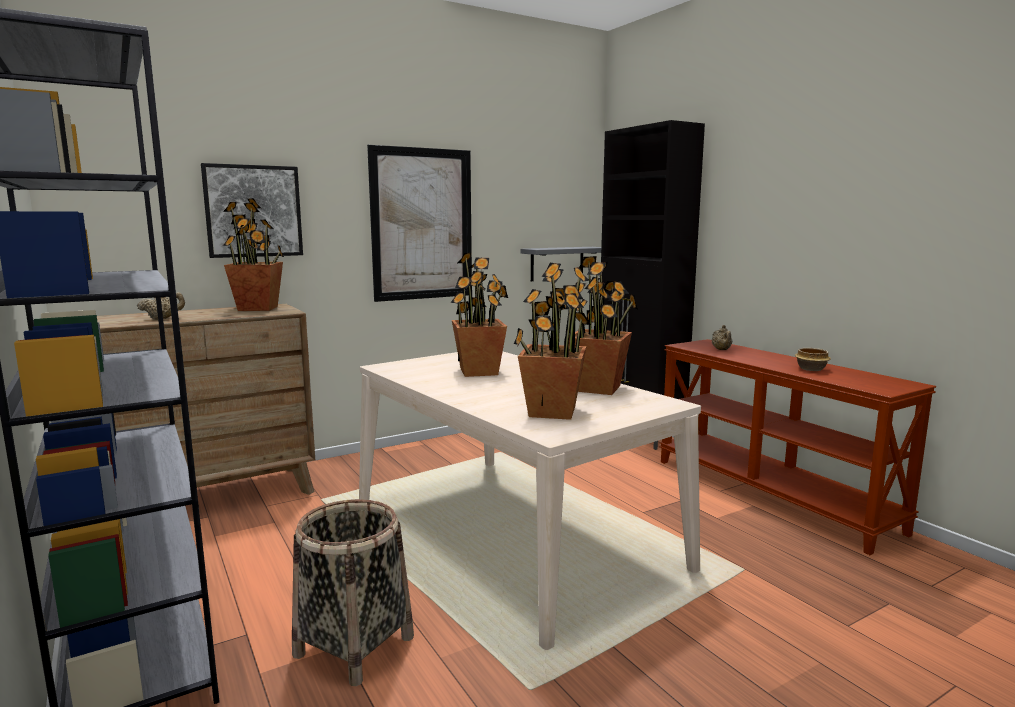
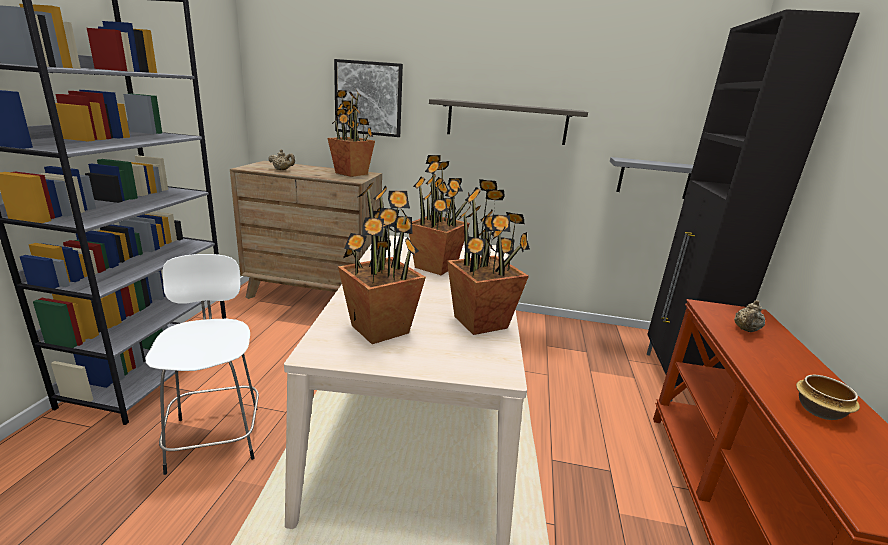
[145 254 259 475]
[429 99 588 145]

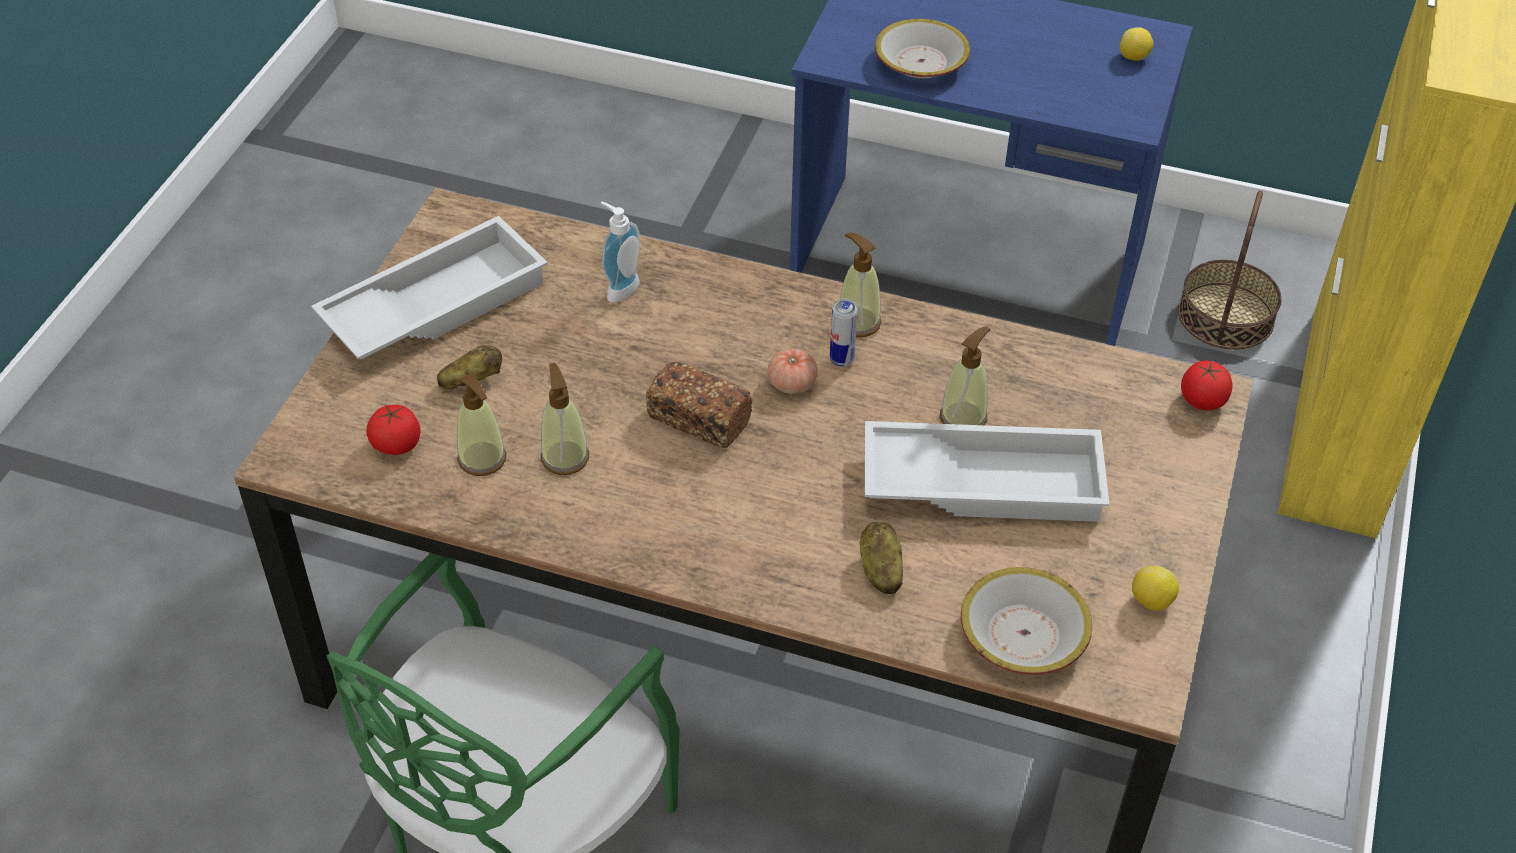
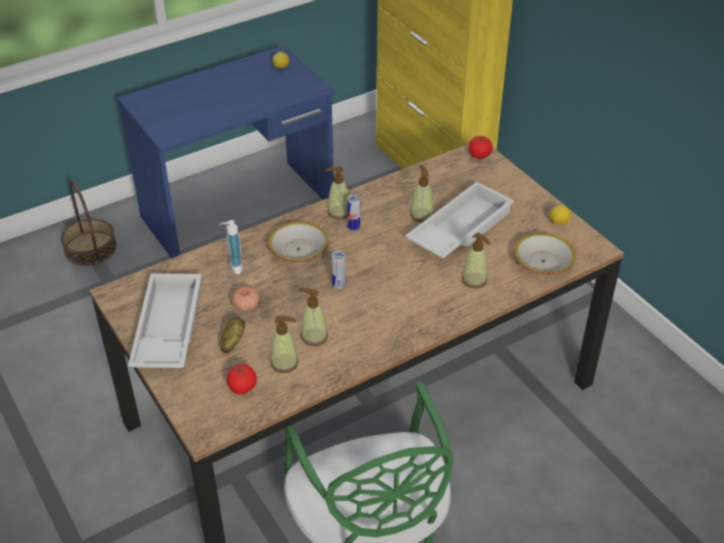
[61 180 117 266]
[232 286 260 311]
[268 222 329 262]
[331 251 346 289]
[462 233 490 289]

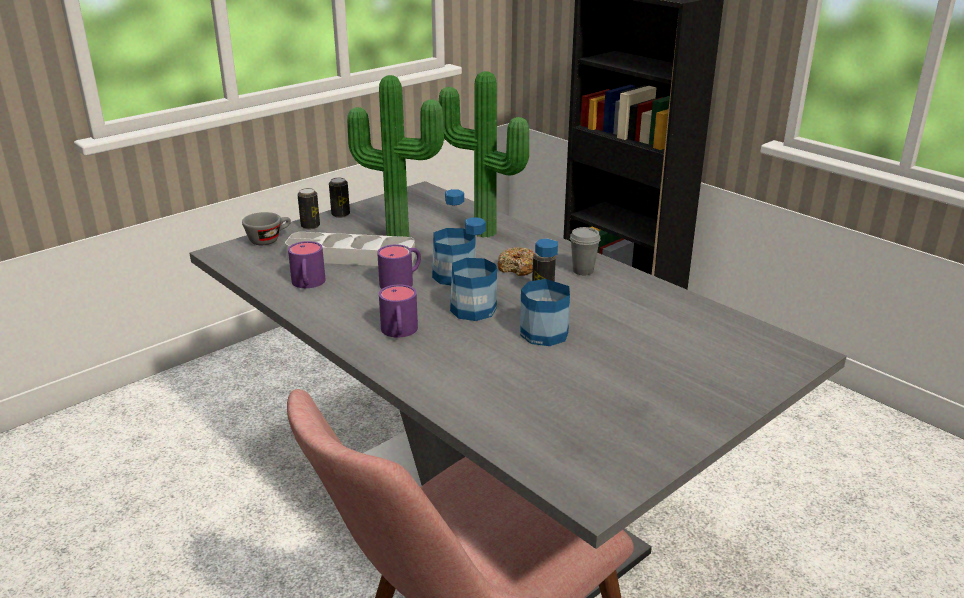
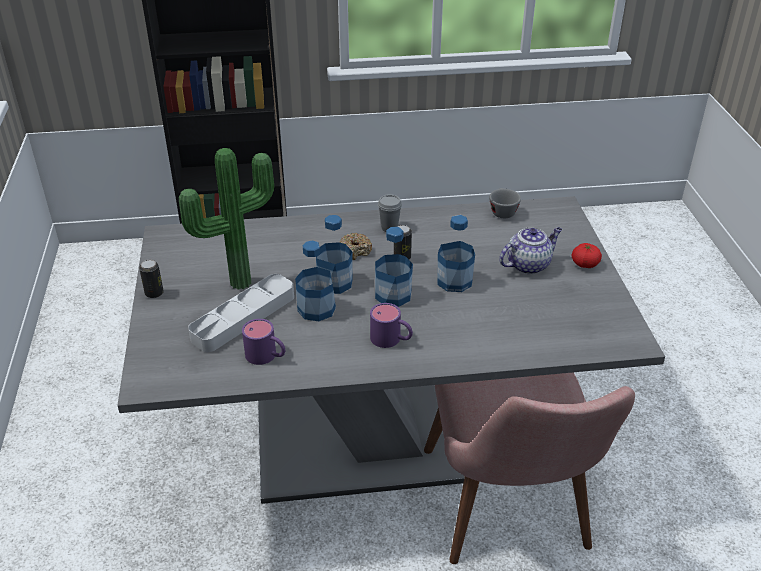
[295 241 336 321]
[489 188 521 218]
[499 227 562 274]
[572 243 602 268]
[297 188 320 229] (first image)
[439 71 529 238] (first image)

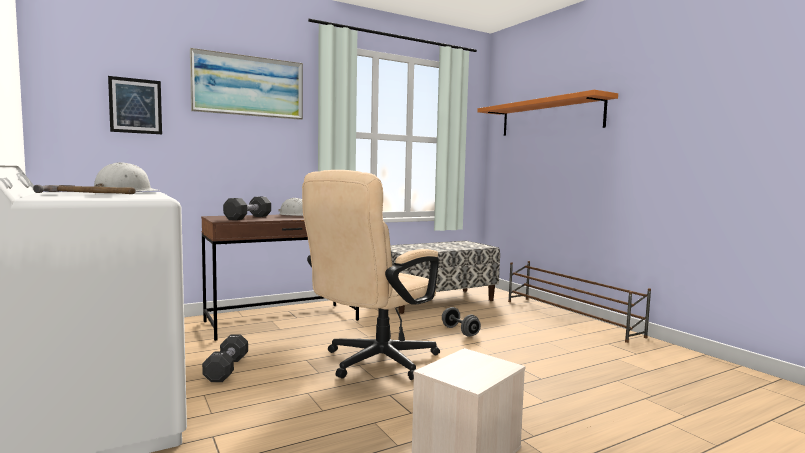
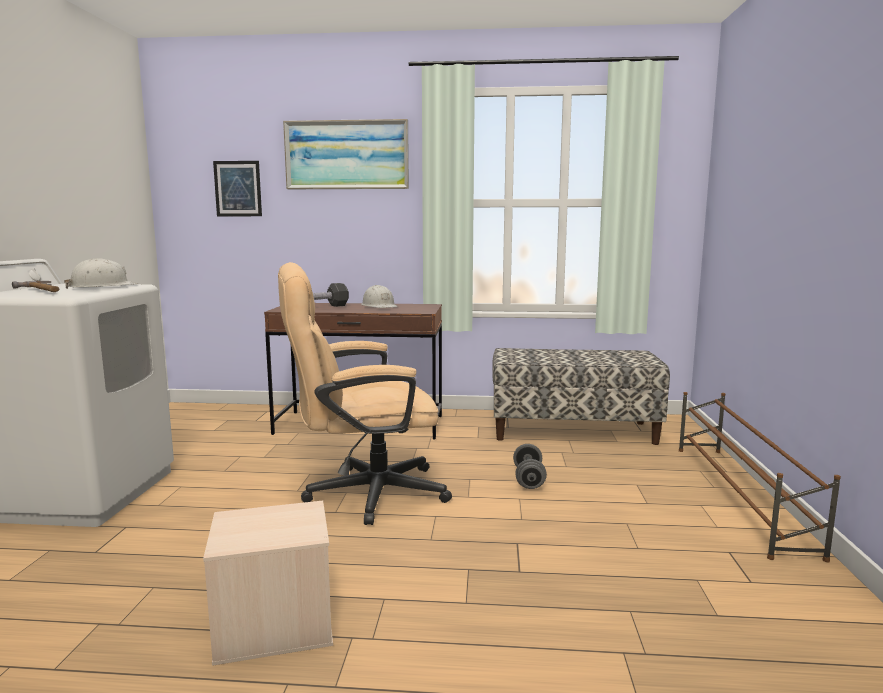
[202 334 248 382] (first image)
[477 90 618 136] (first image)

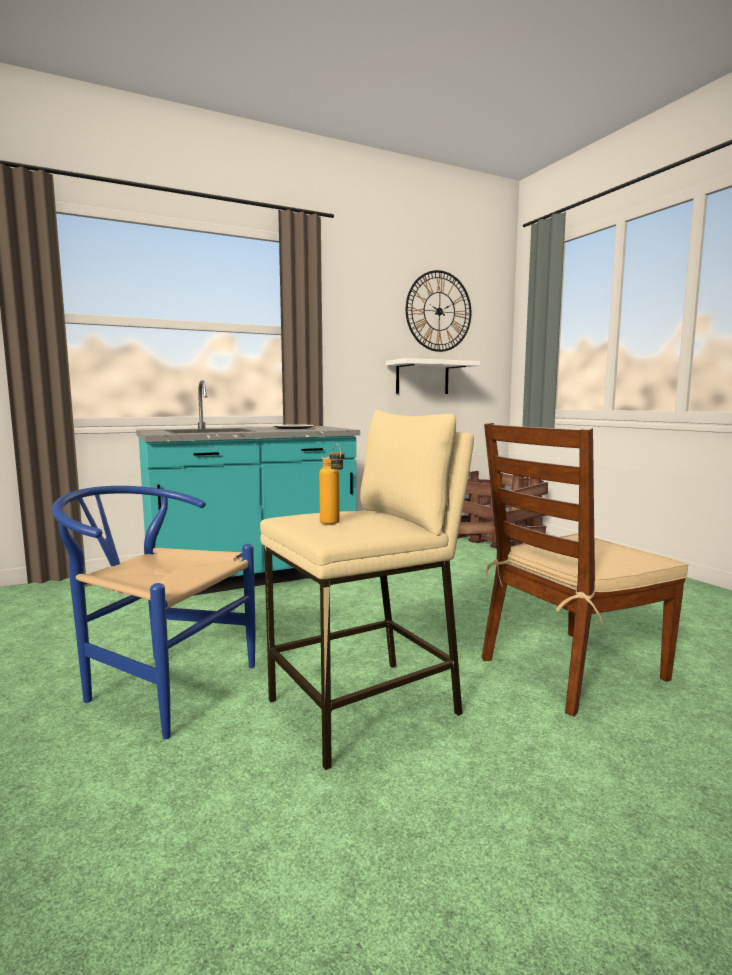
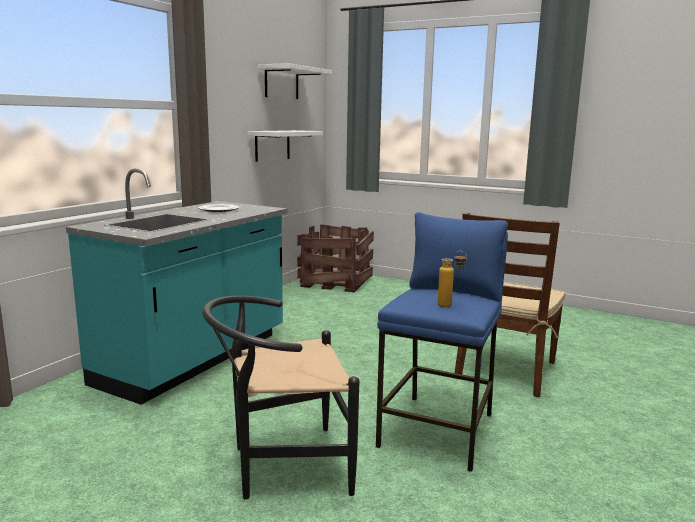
[202 296 359 499]
[258 63 332 99]
[376 212 508 472]

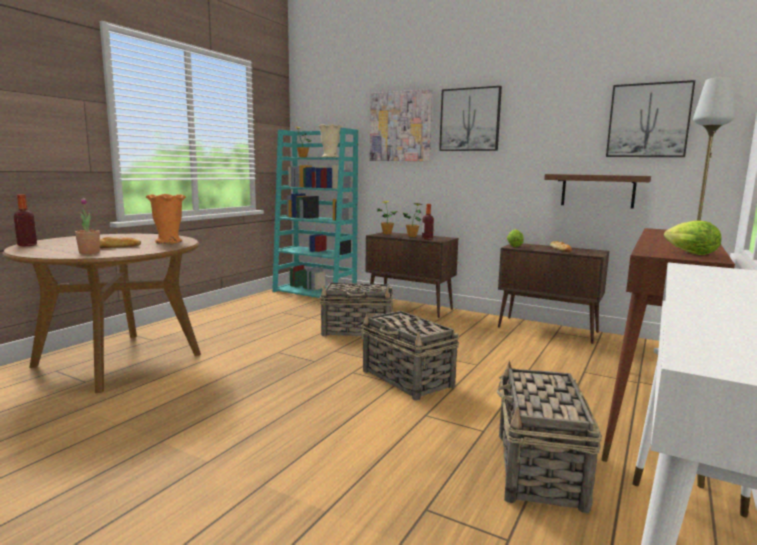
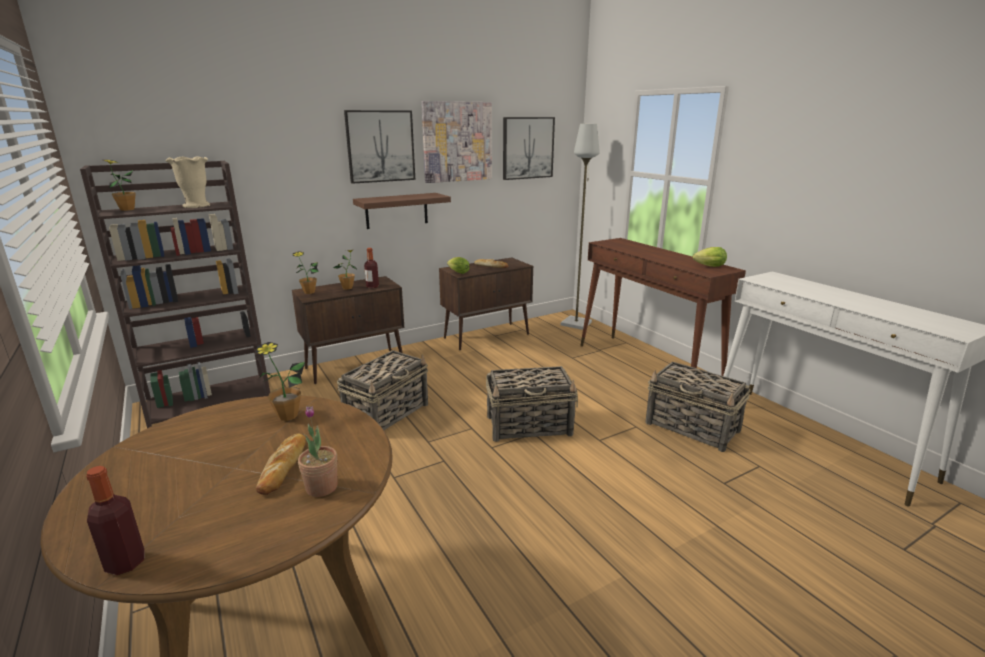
[80 161 270 428]
[255 342 305 421]
[353 193 451 229]
[421 101 492 183]

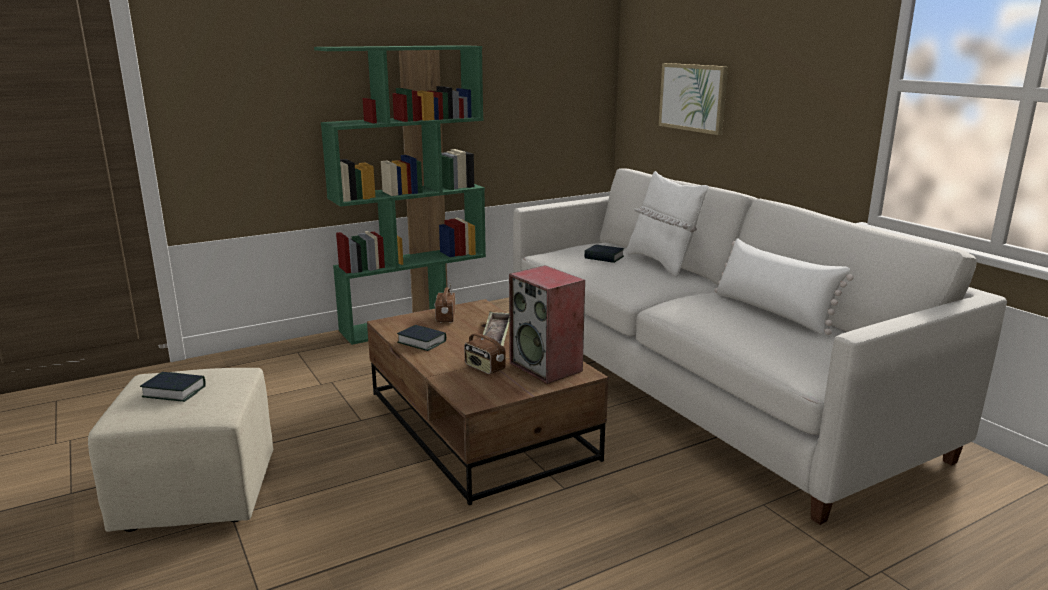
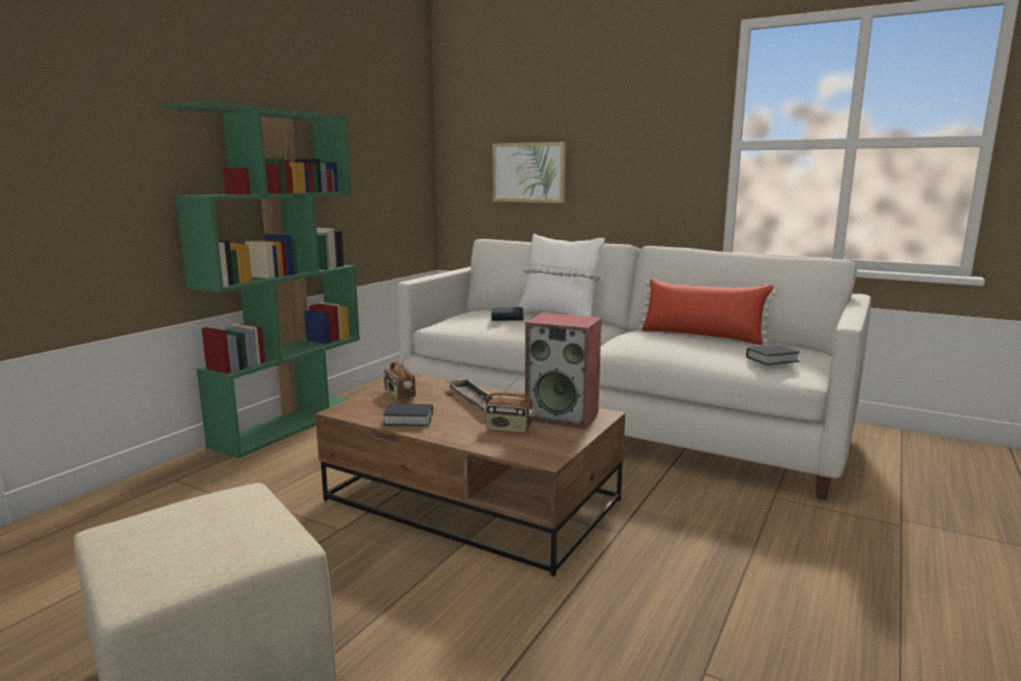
[638 278 777 345]
[746 345 800 365]

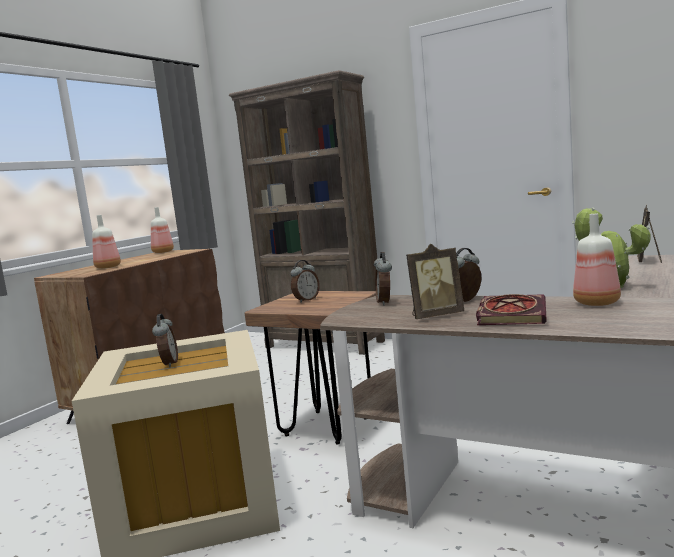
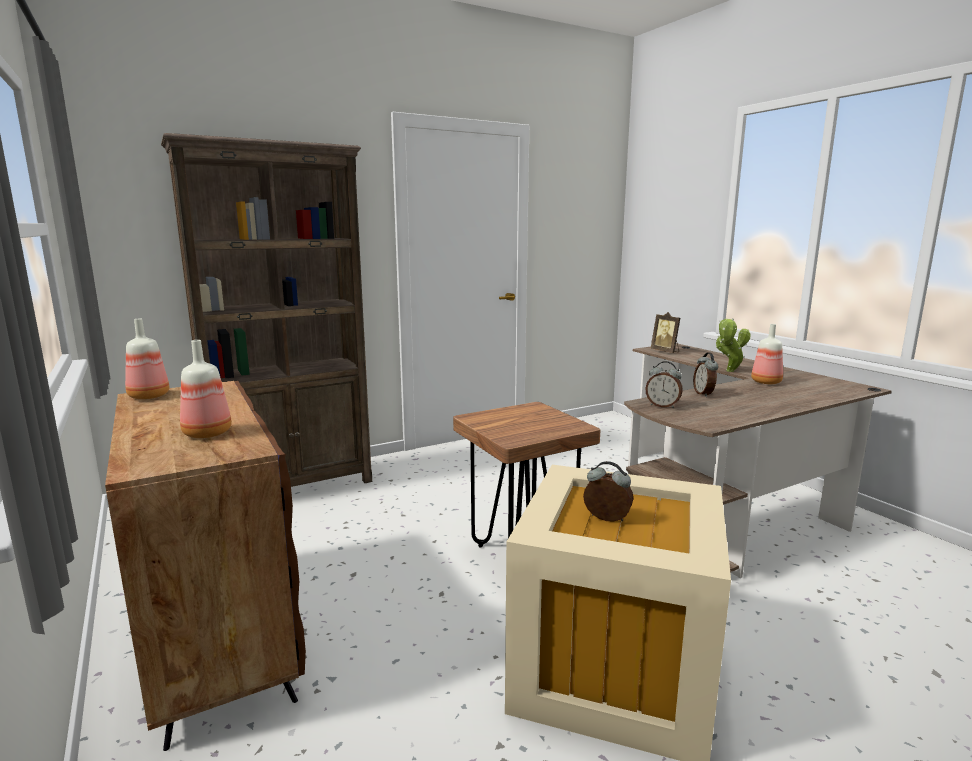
[291 260 320 303] (first image)
[406 244 464 319] (first image)
[476 294 547 325] (first image)

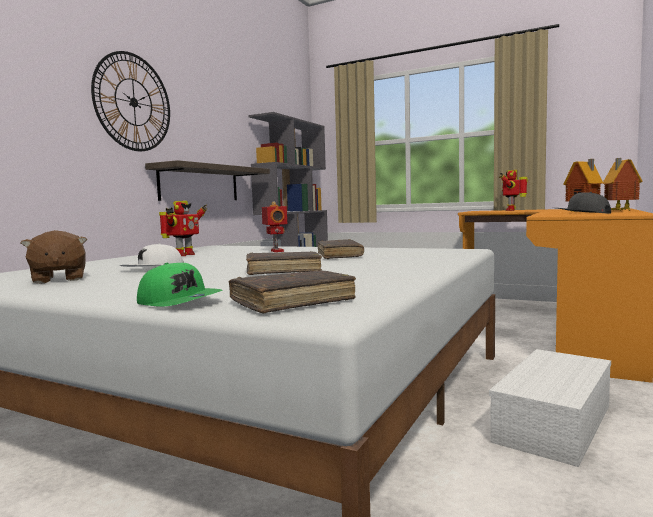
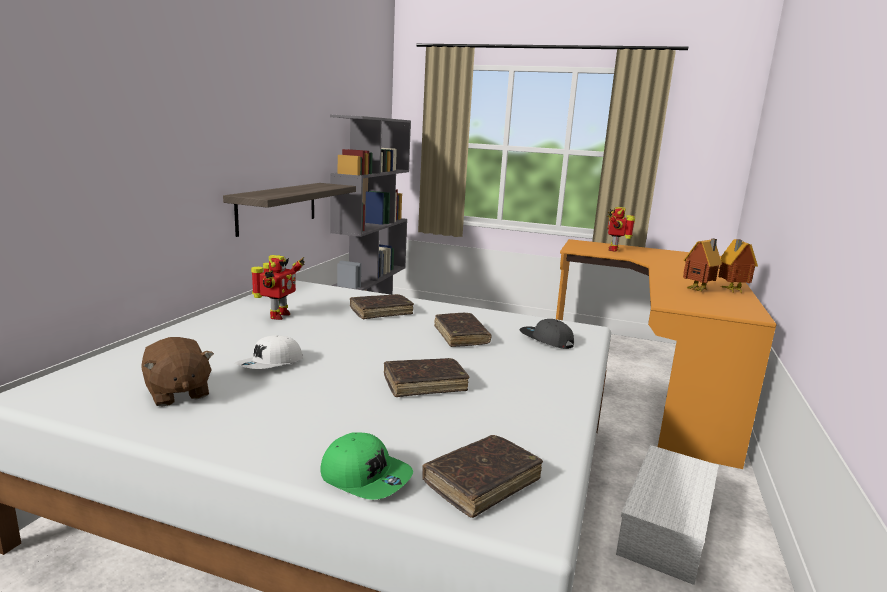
[350 294 414 319]
[519 319 574 349]
[91 51 170 151] (first image)

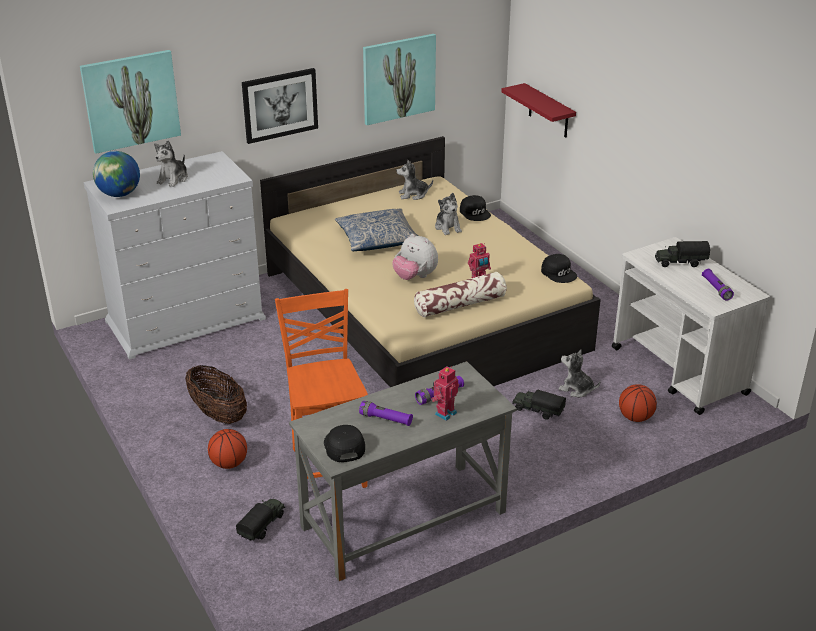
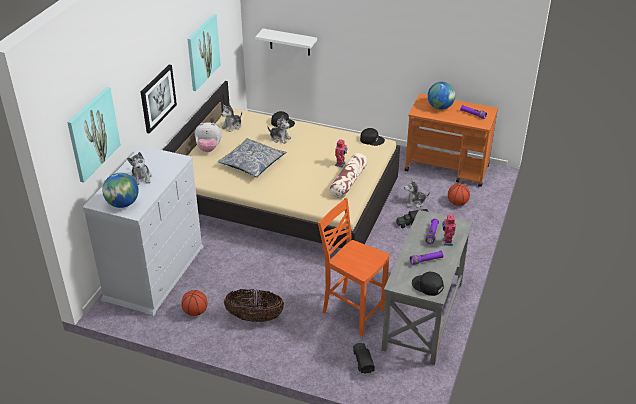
[181 290 207 316]
[195 122 222 152]
[255 28 317 56]
[405 94 498 187]
[428 82 456 110]

